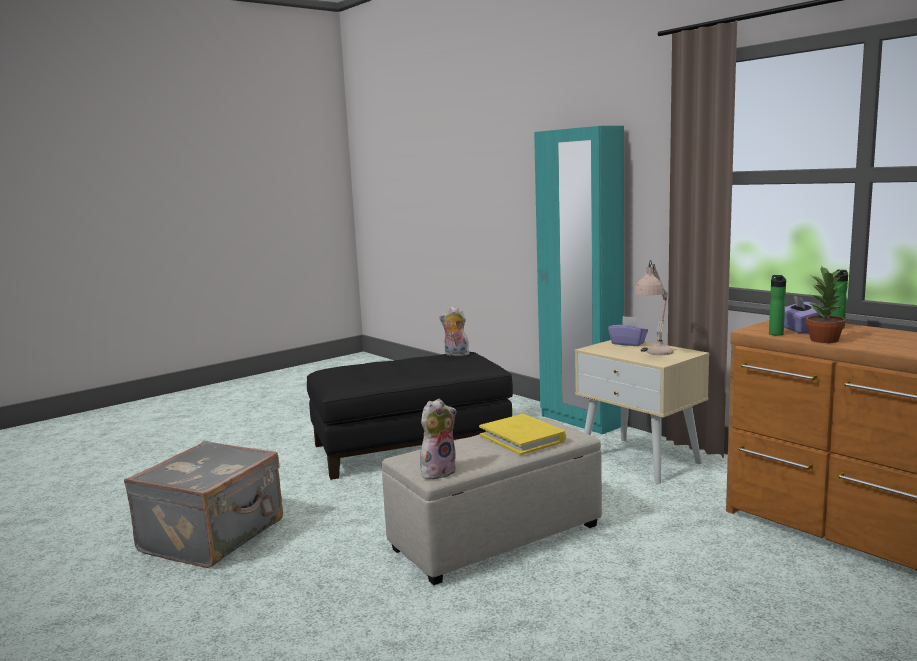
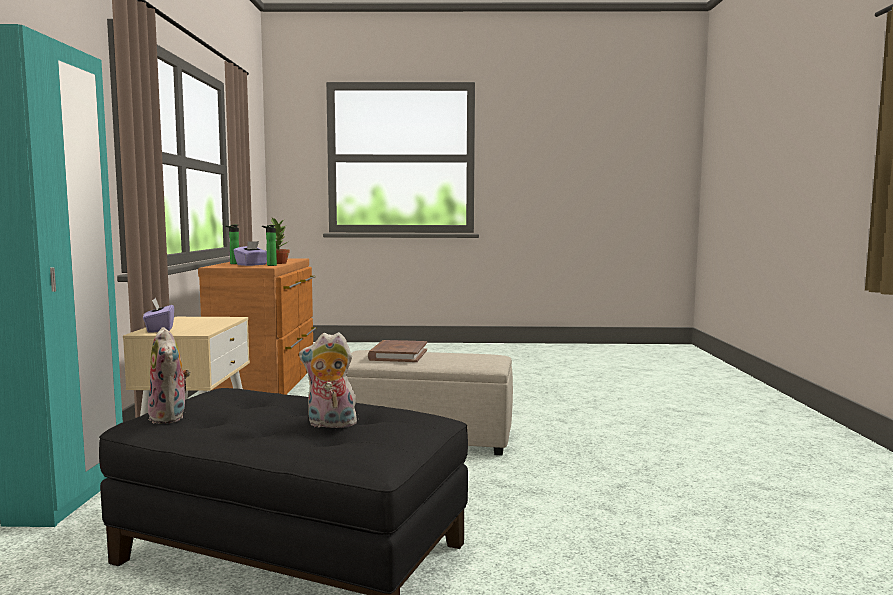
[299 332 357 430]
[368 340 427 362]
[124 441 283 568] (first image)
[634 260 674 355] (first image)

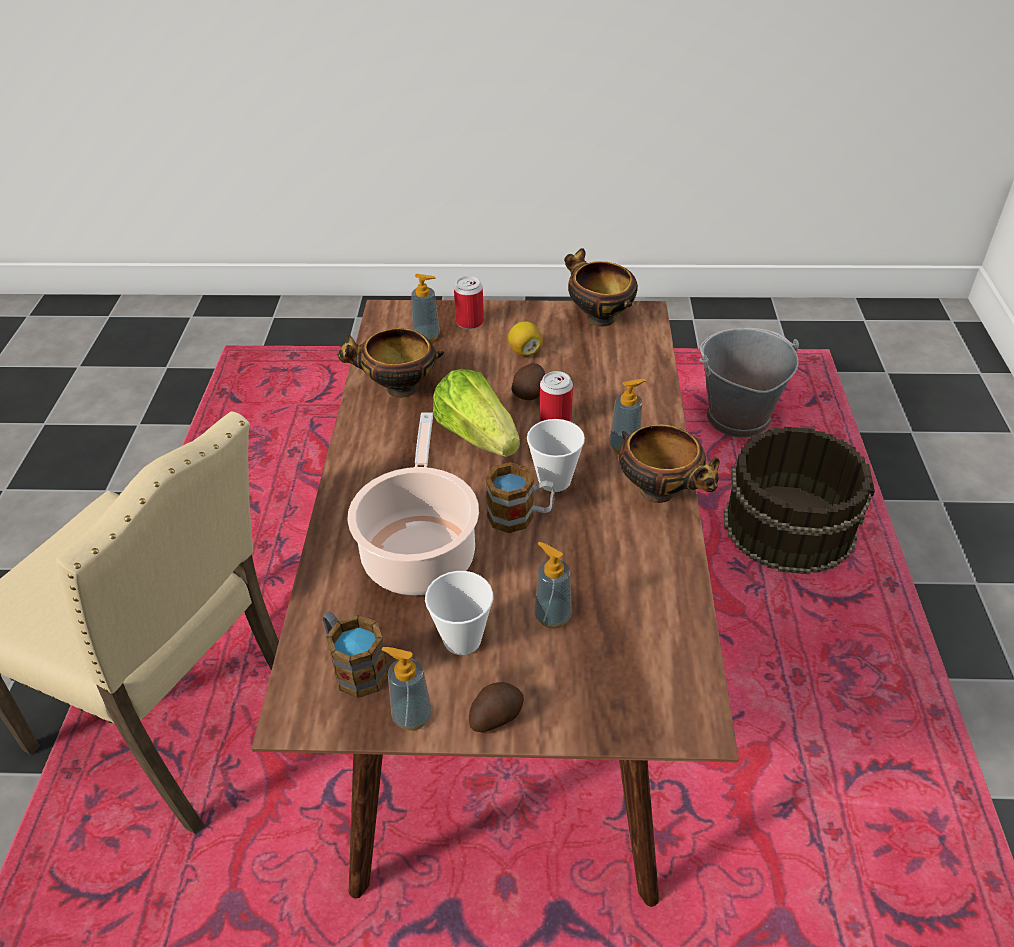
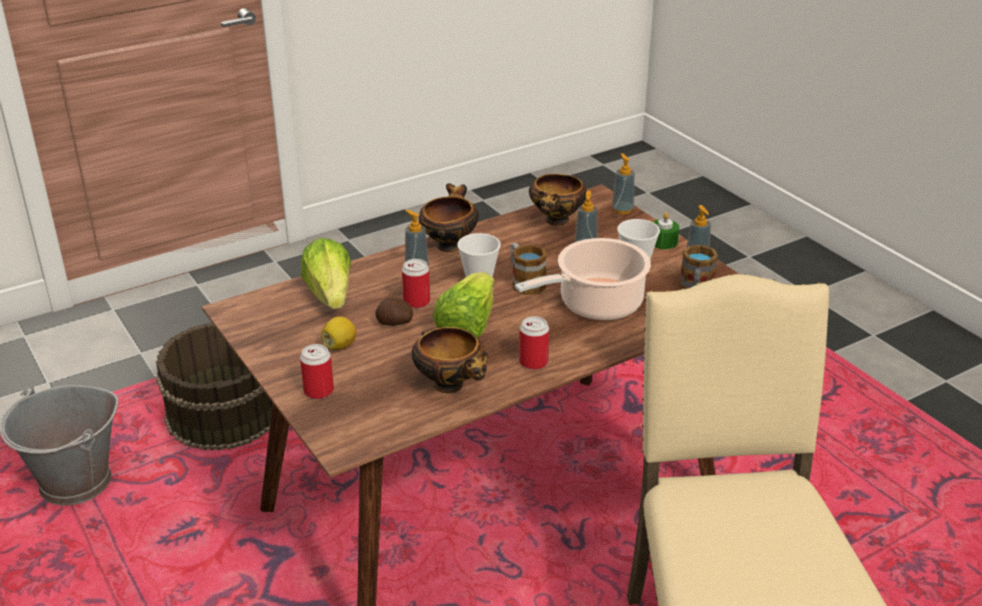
[301 238 351 309]
[519 316 549 370]
[529 174 587 226]
[612 153 635 214]
[653 212 679 249]

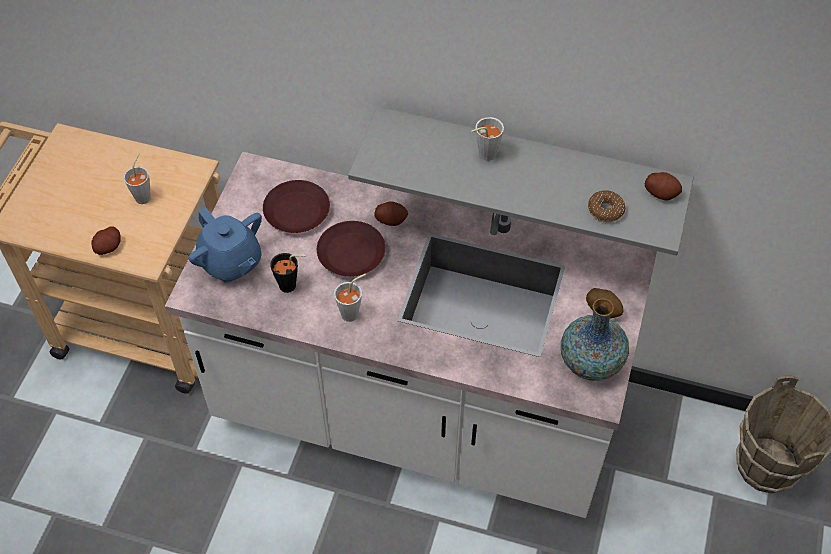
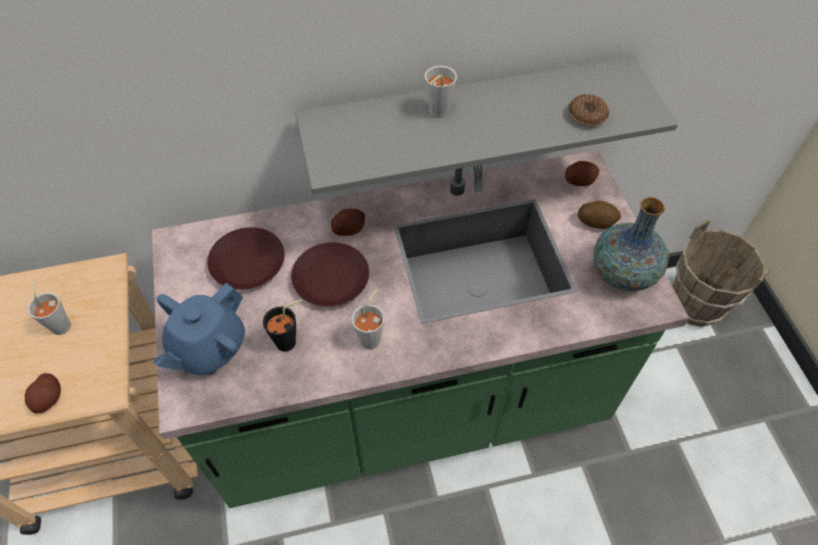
[152 150 689 508]
[152 283 245 375]
[565 161 599 186]

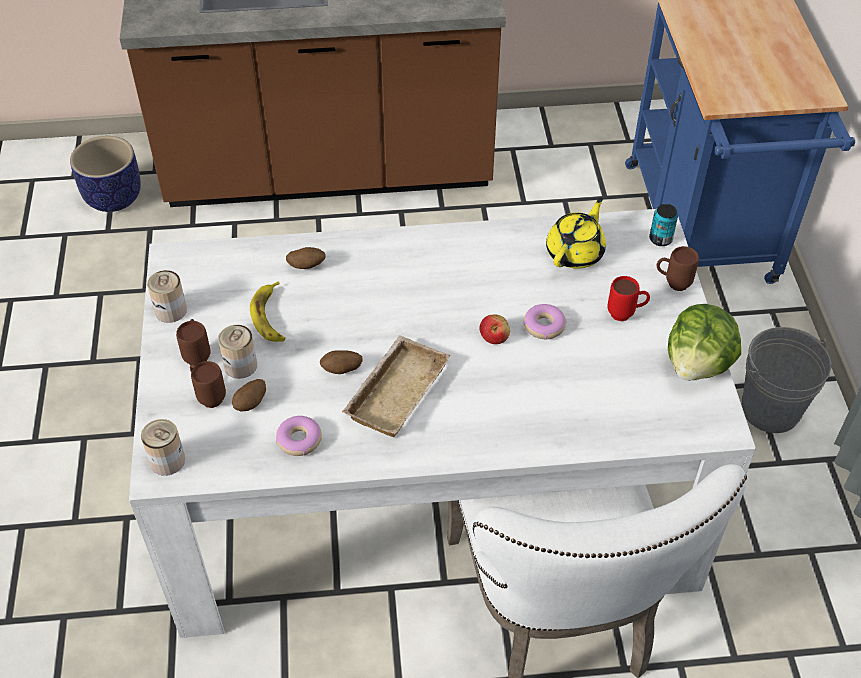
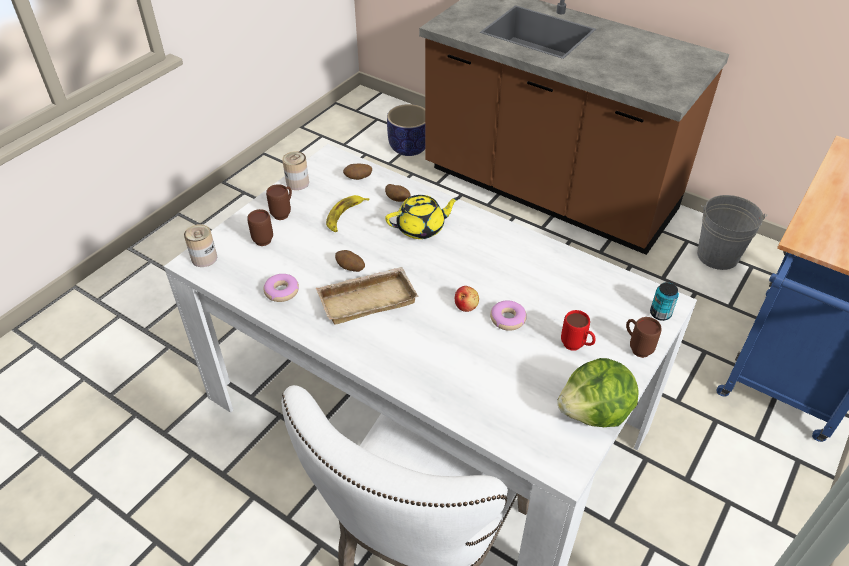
[343 164 372 180]
[385 195 460 239]
[697 195 767 270]
[218 325 257 379] (first image)

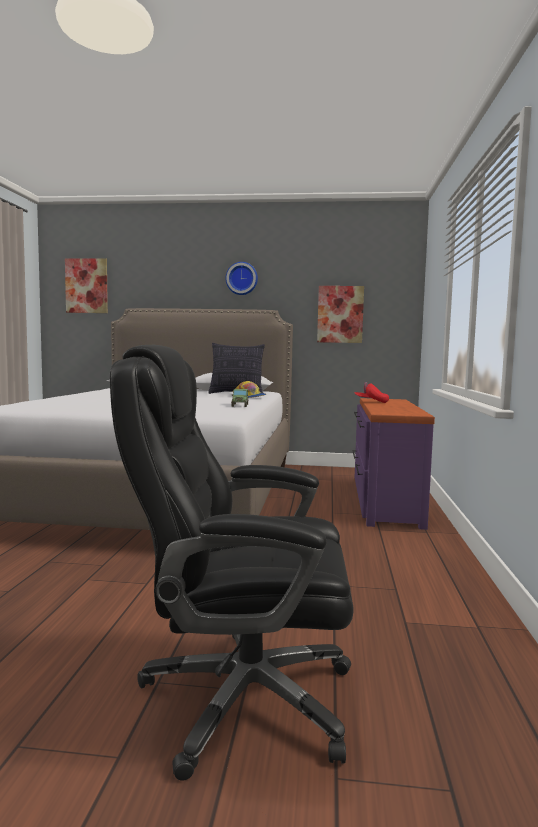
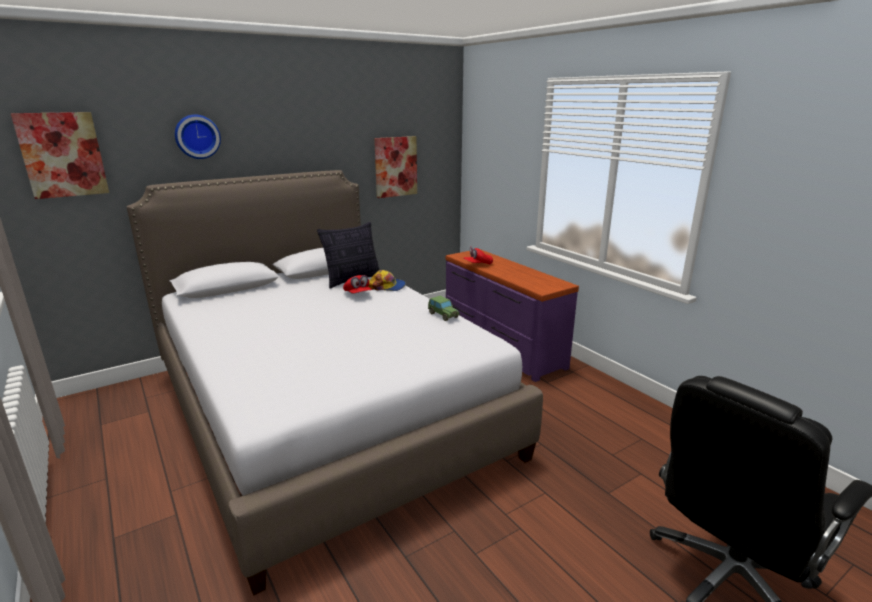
[175 115 221 159]
[343 275 372 294]

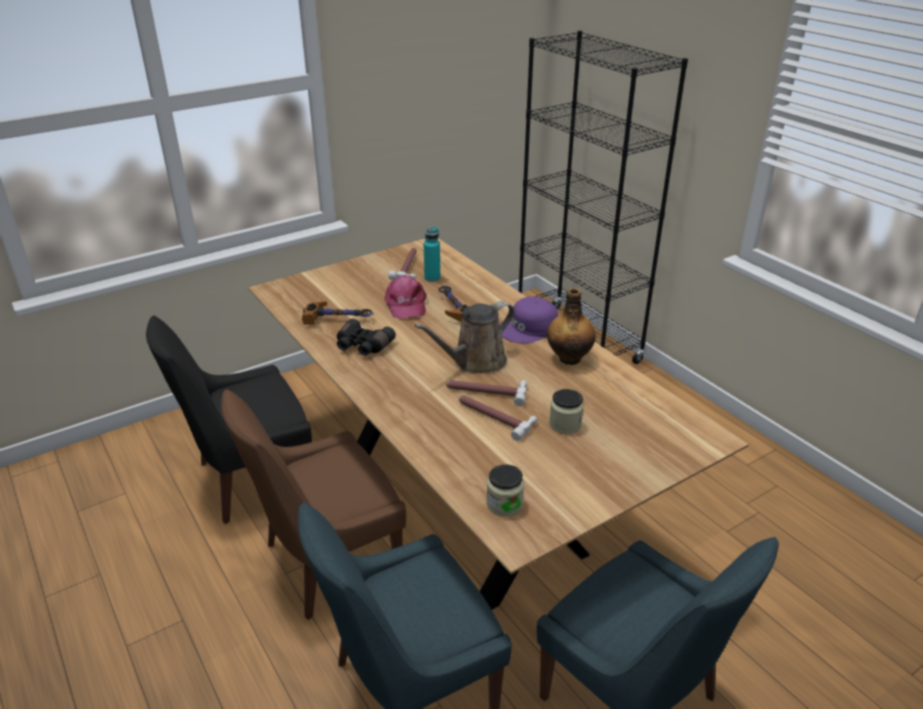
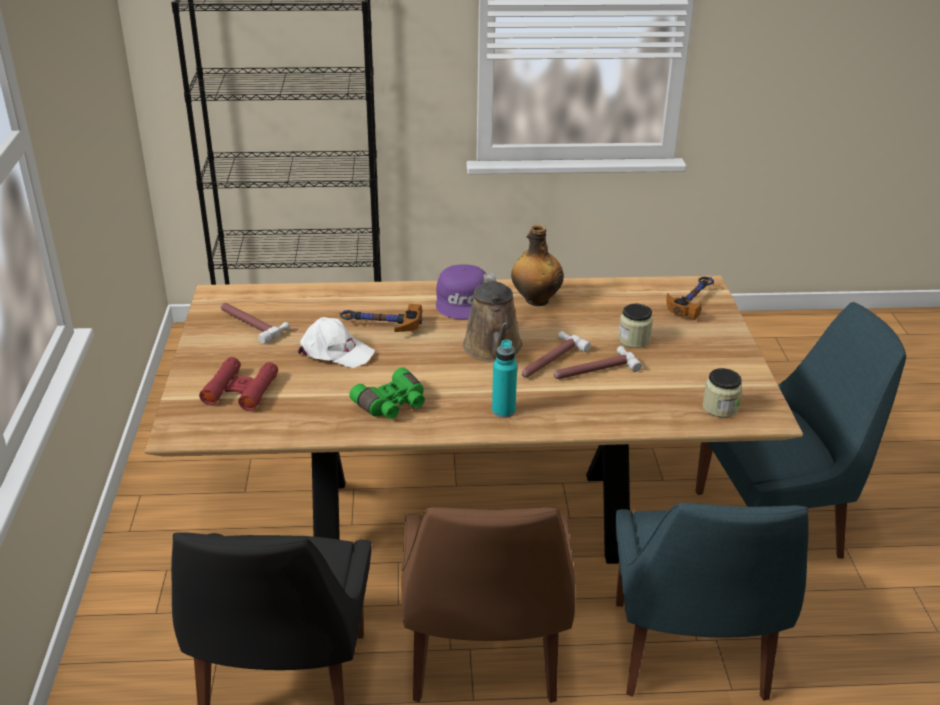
[199 357 278 411]
[298 317 375 368]
[350 367 425 419]
[492 340 517 418]
[666 277 714 320]

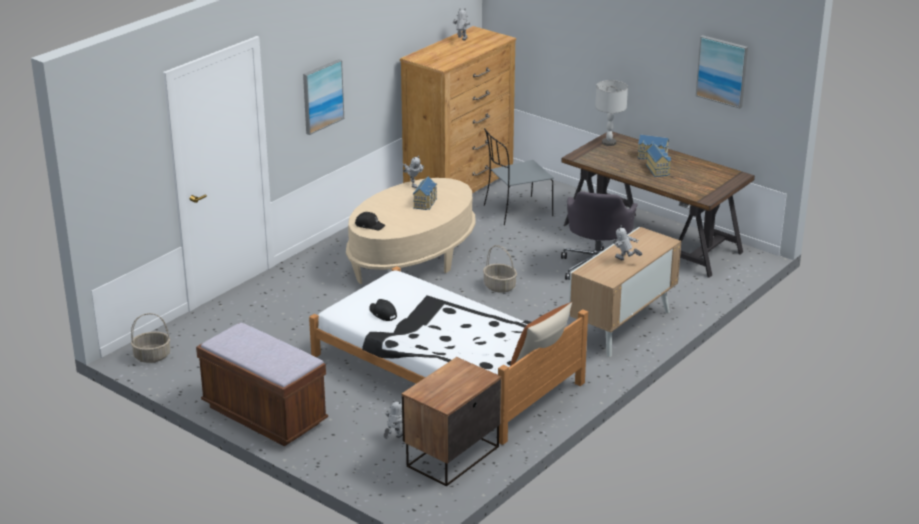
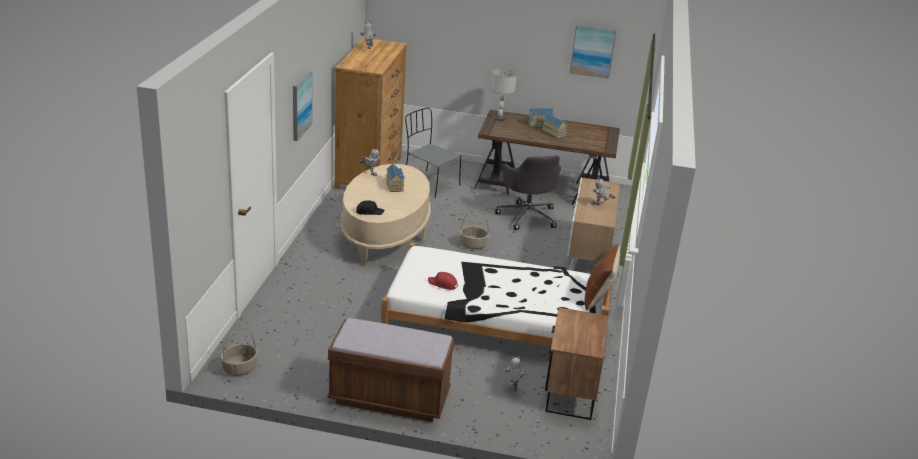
[405 108 462 198]
[428 272 458 290]

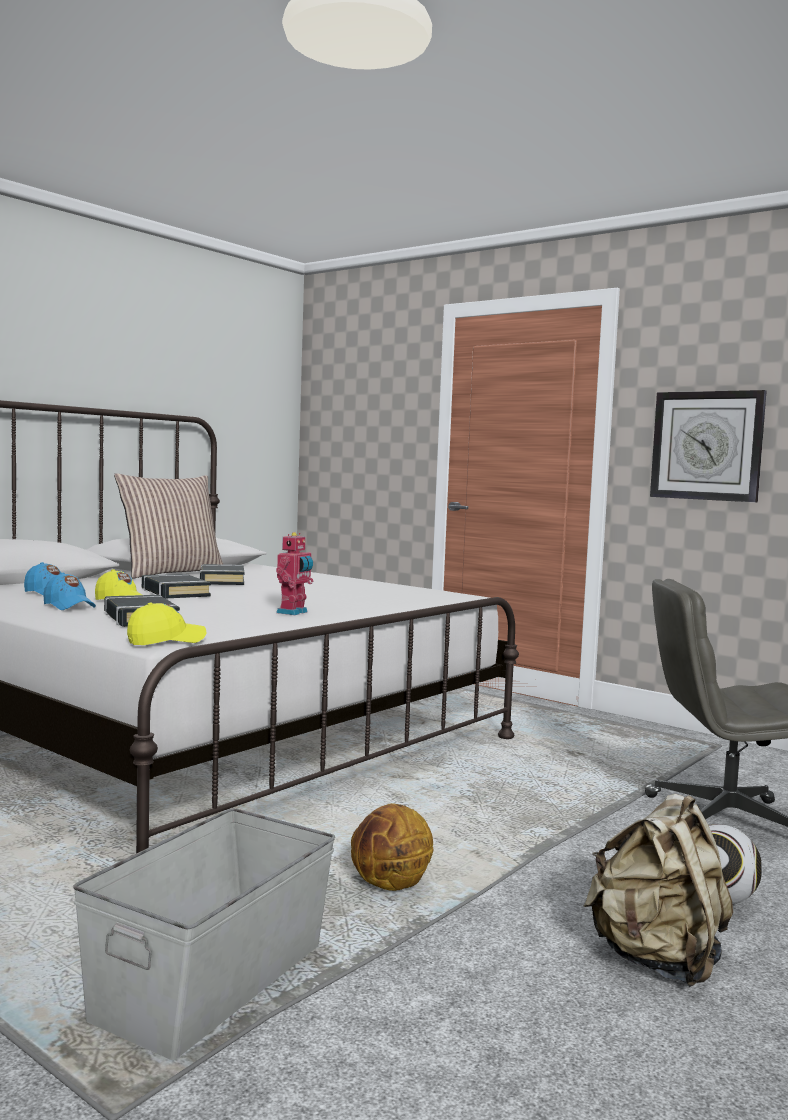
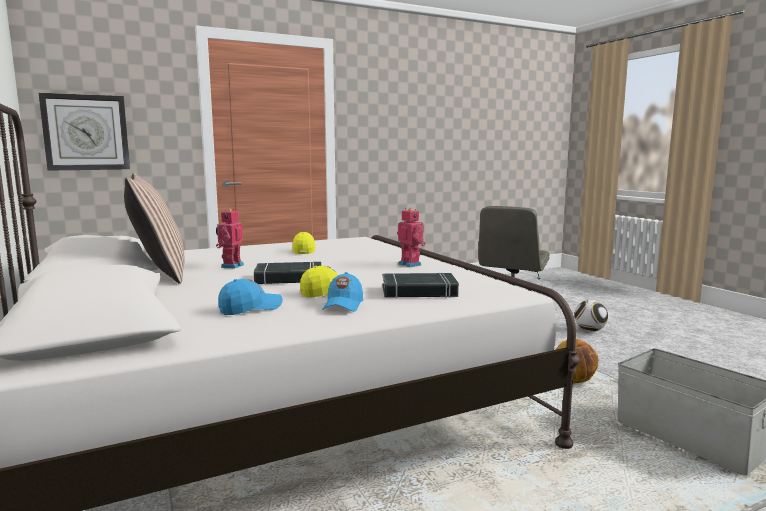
[39 93 130 171]
[216 208 244 268]
[292 232 315 254]
[322 272 363 312]
[584 794 733 987] (first image)

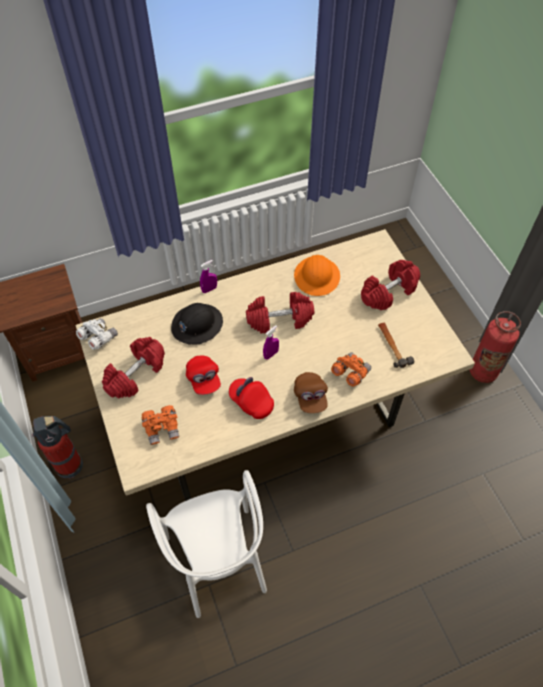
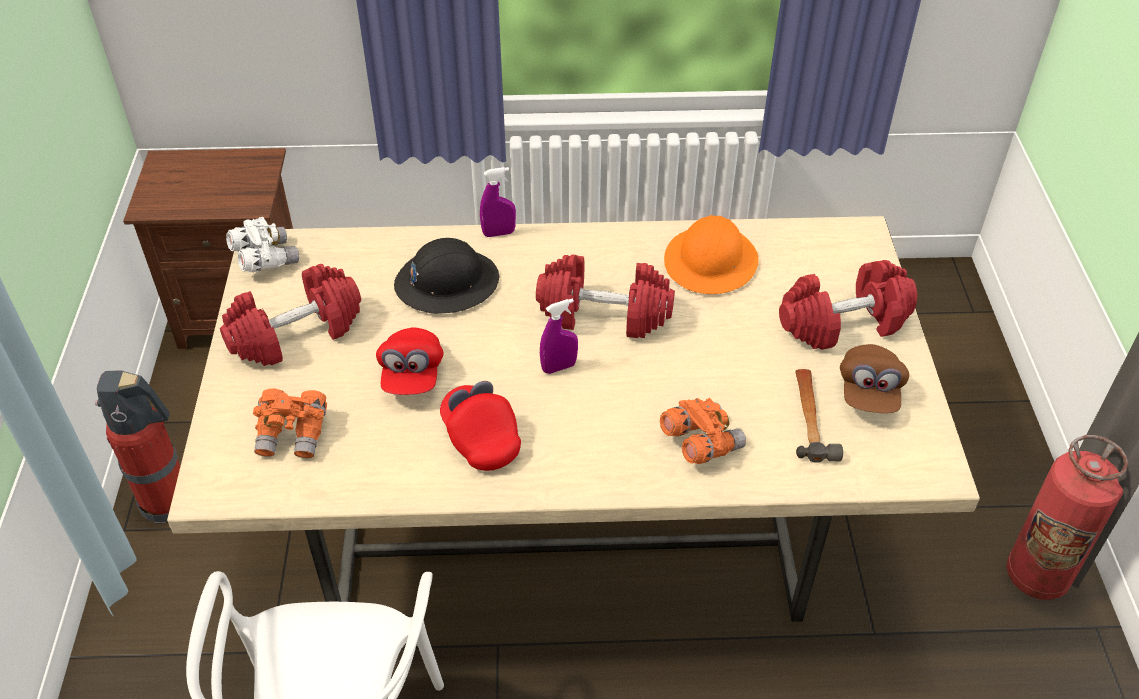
[840 344 909 414]

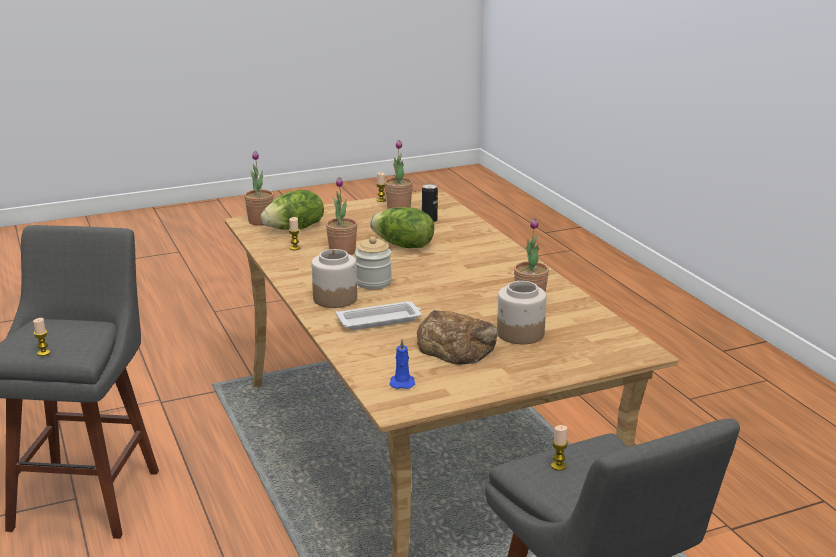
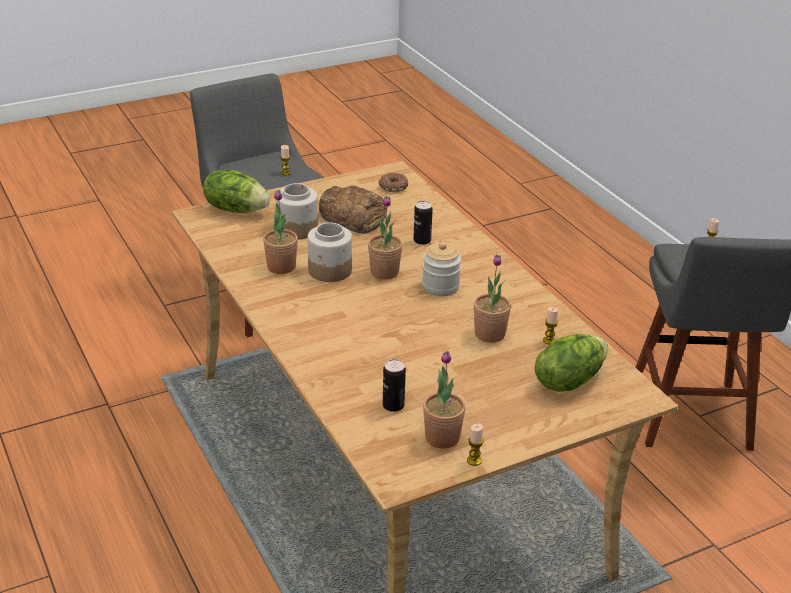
[203 170 270 213]
[307 222 352 282]
[368 196 403 279]
[378 172 408 192]
[413 201 433 245]

